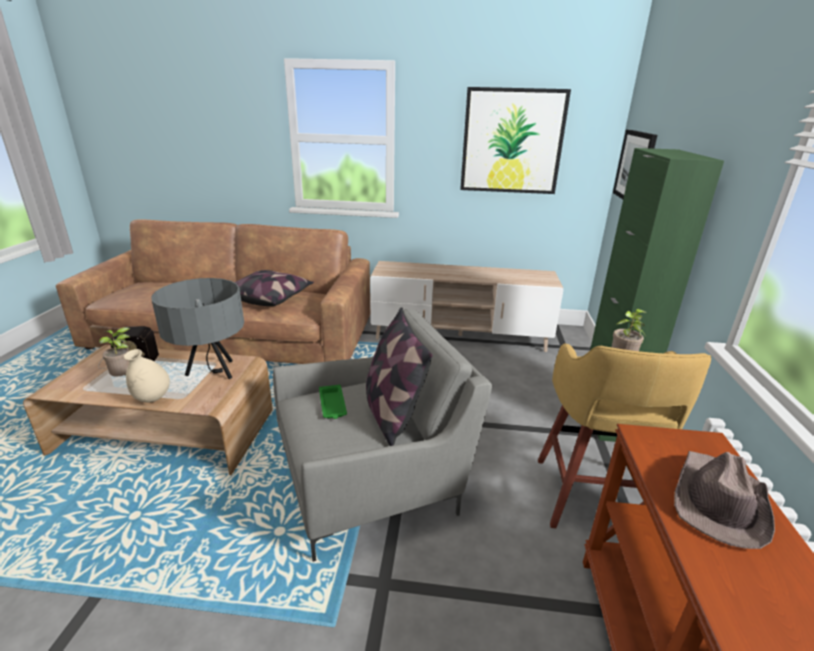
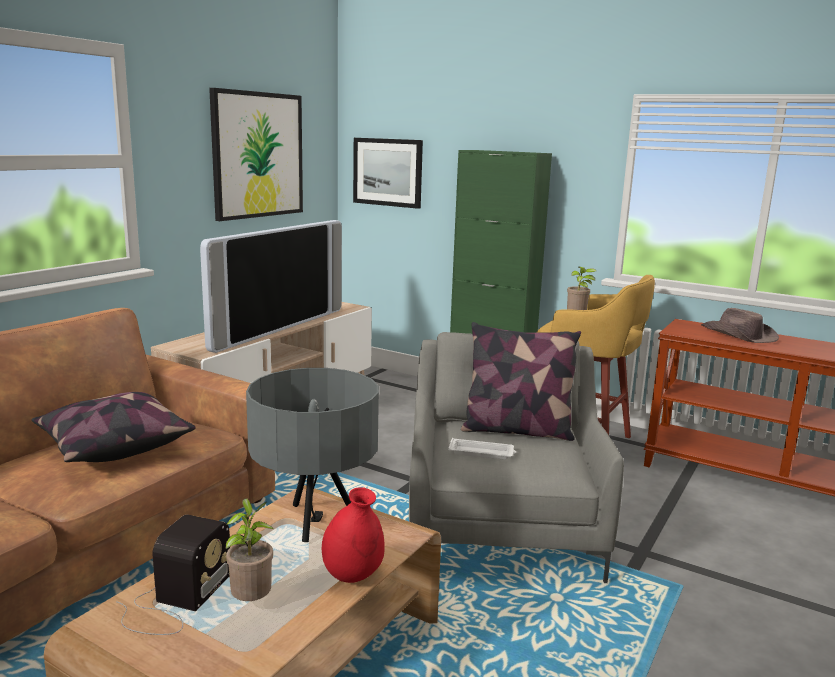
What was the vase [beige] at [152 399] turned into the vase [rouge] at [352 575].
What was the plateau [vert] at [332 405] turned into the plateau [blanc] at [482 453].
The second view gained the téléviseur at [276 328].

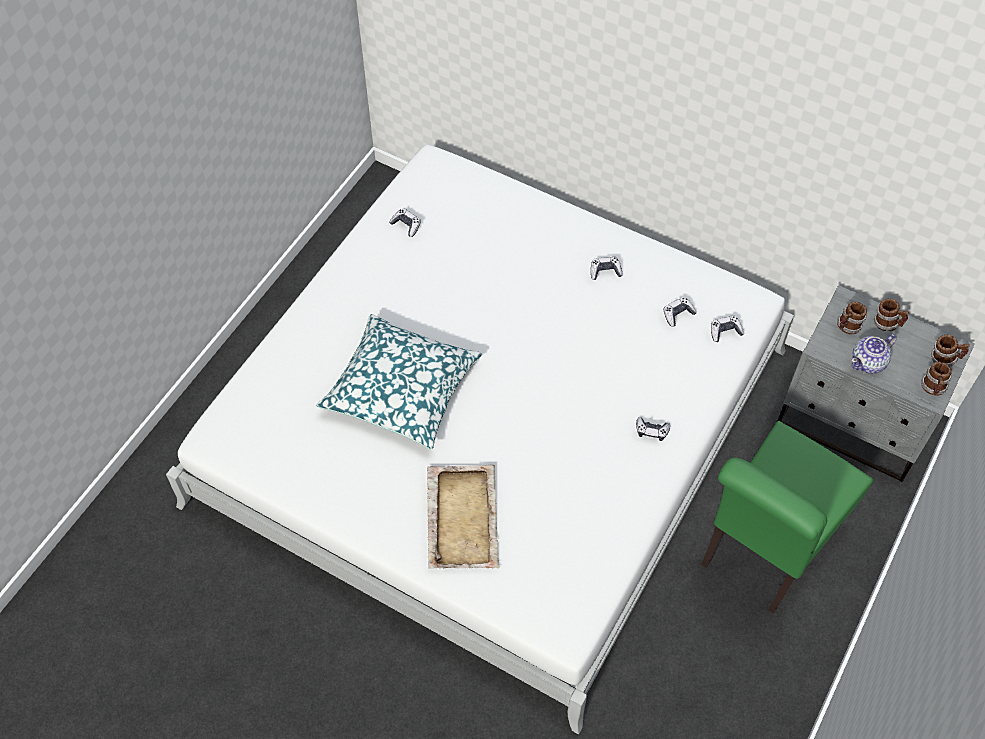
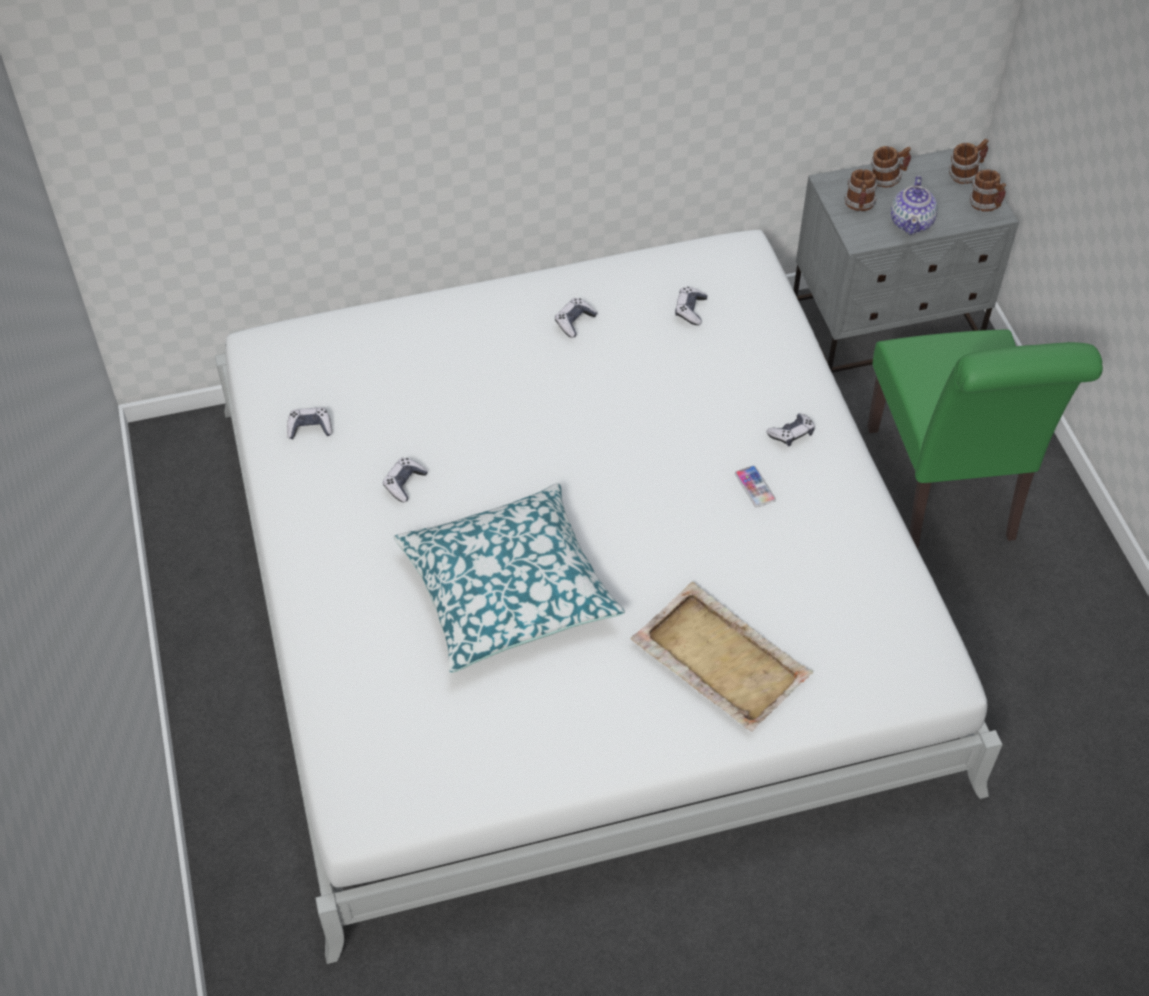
The manette ended up elsewhere, having gone from [725 331] to [404 483].
The second view gained the téléphone at [755 487].

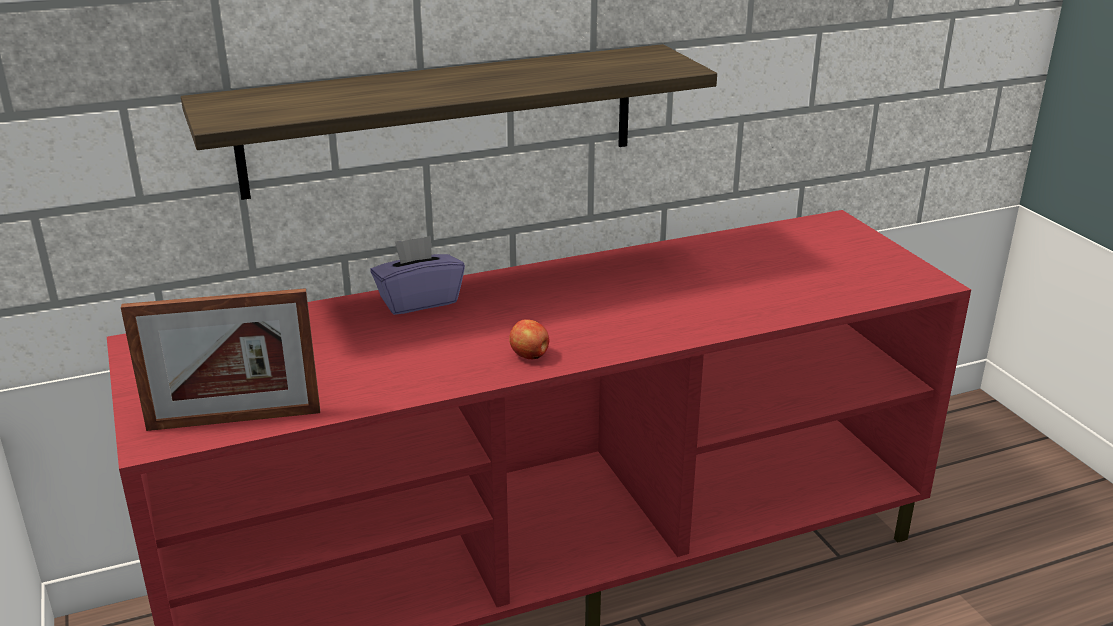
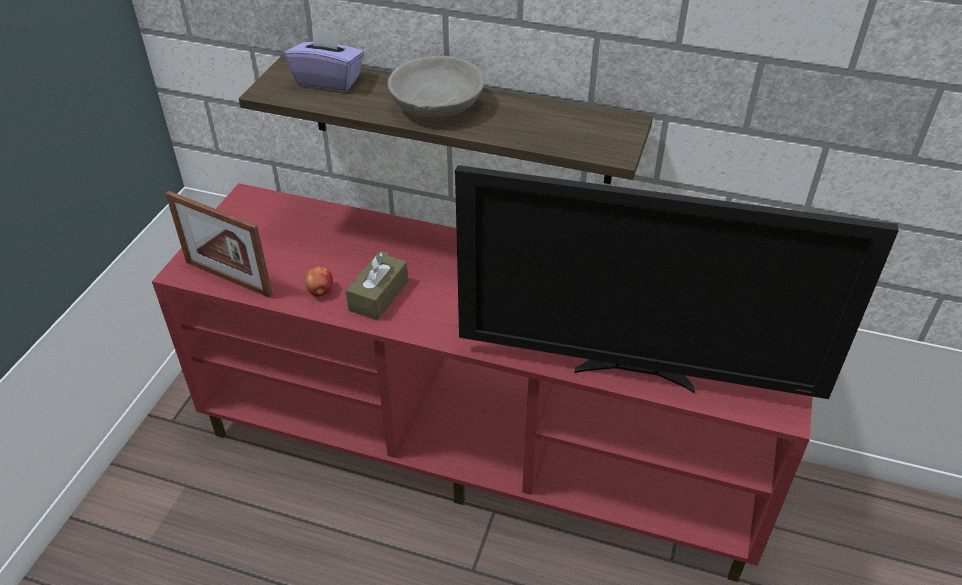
The boîte à mouchoirs [violet] ended up elsewhere, having gone from [418 301] to [328 80].
The pomme ended up elsewhere, having gone from [530 356] to [320 291].
The second view gained the bol [gris] at [437 104].
The second view gained the téléviseur at [636 372].
The second view gained the boîte à mouchoirs [marron] at [378 296].

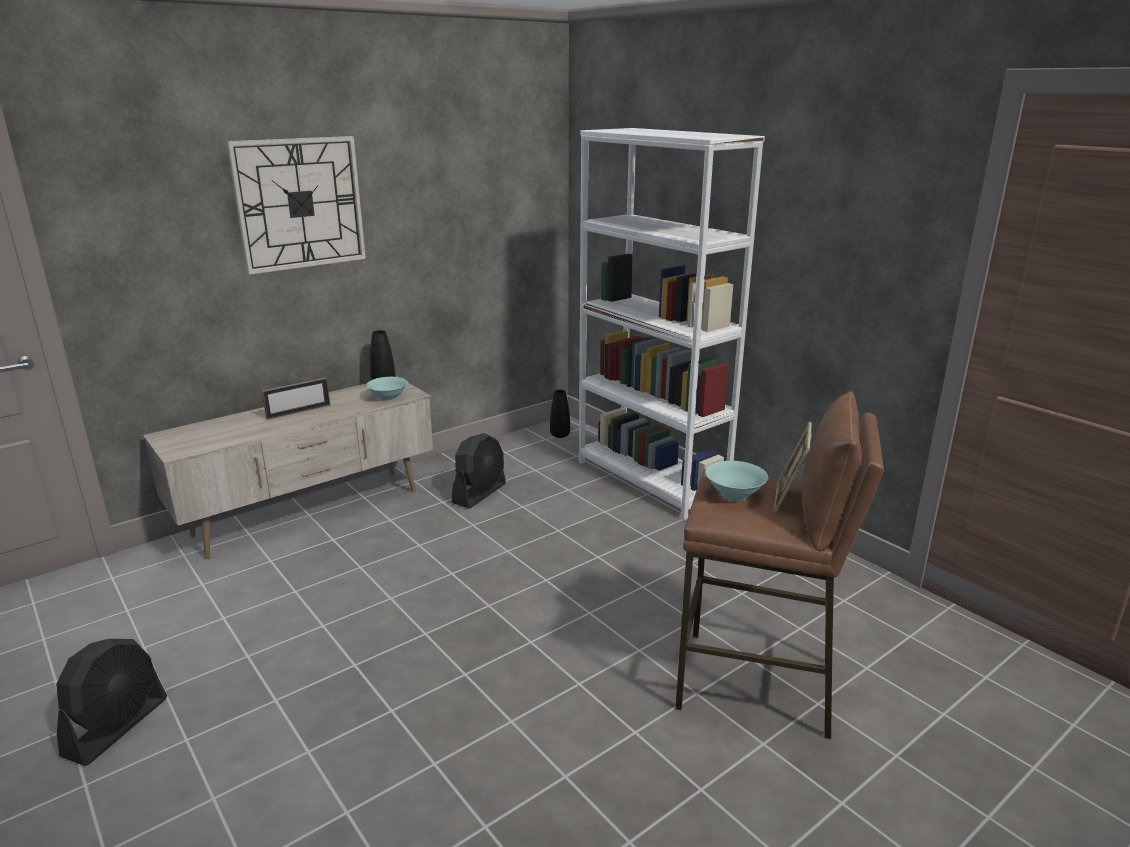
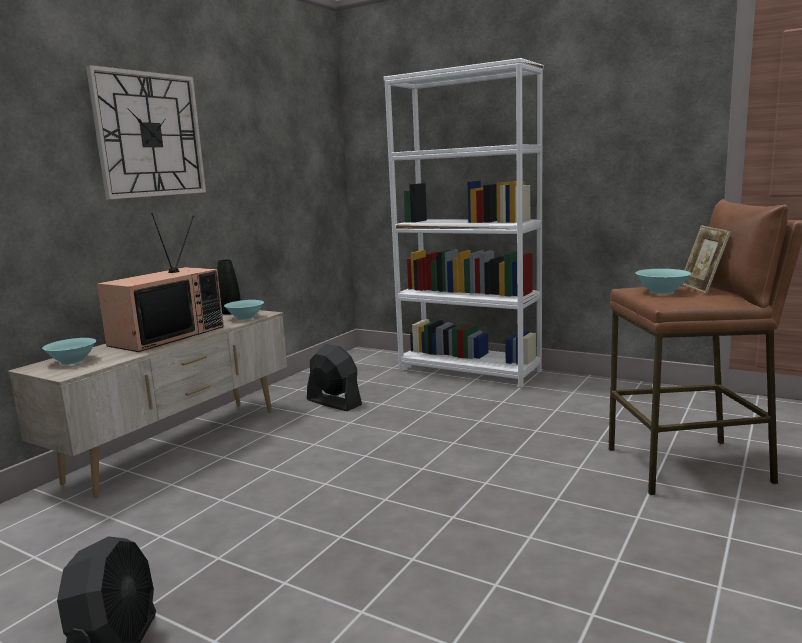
Where the cadre photo stood at [299 412], the téléviseur came to stand at [167 335].
The second view lost the vase [noir] at [560 435].
The ventilateur [noir] at [479 493] ended up facing another way, 60 degrees counterclockwise from before.
The second view gained the bol [turquoise] at [73 361].

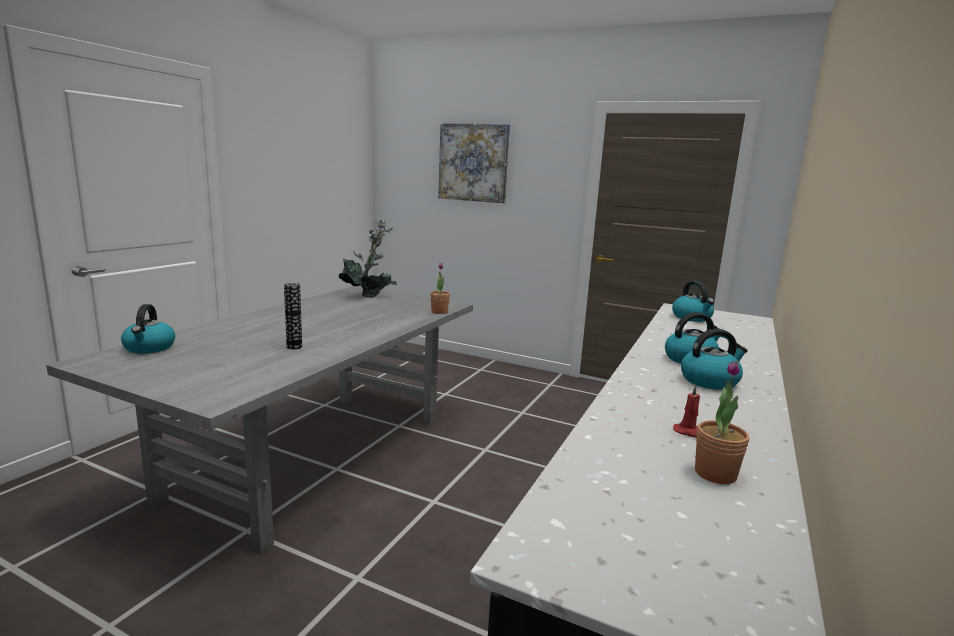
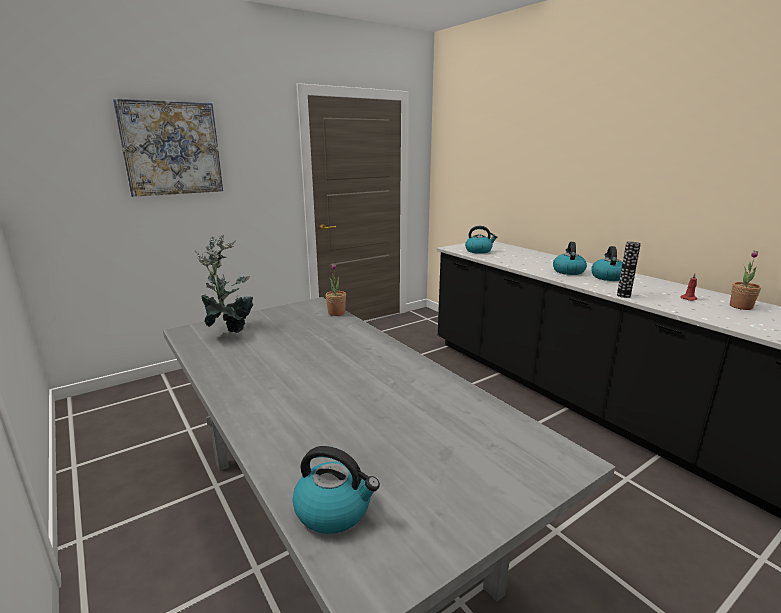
The vase ended up elsewhere, having gone from [294 347] to [623 295].

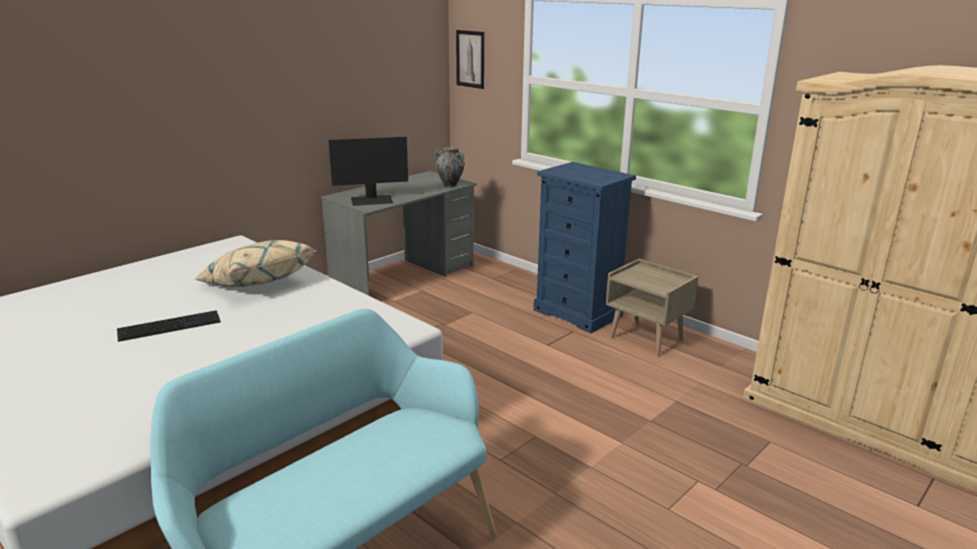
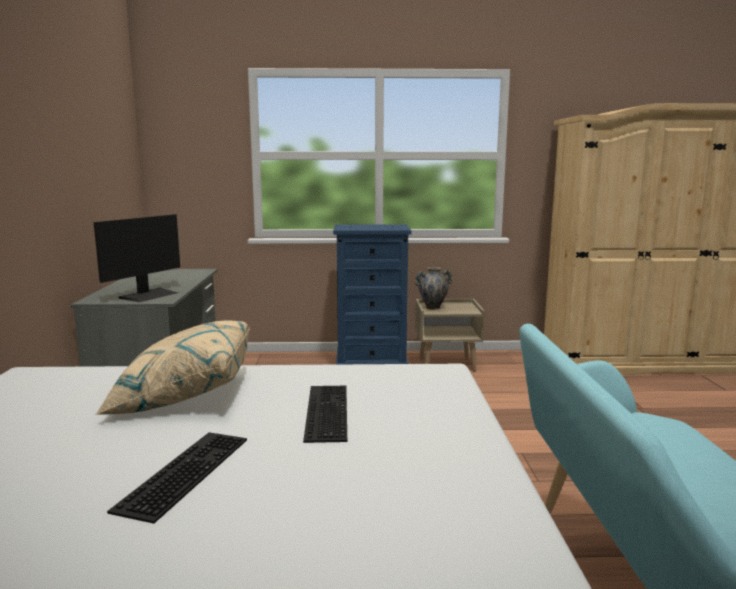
The second view lost the tableau at [470 59].
The vase ended up elsewhere, having gone from [450 185] to [432 307].
The second view gained the clavier at [324 411].

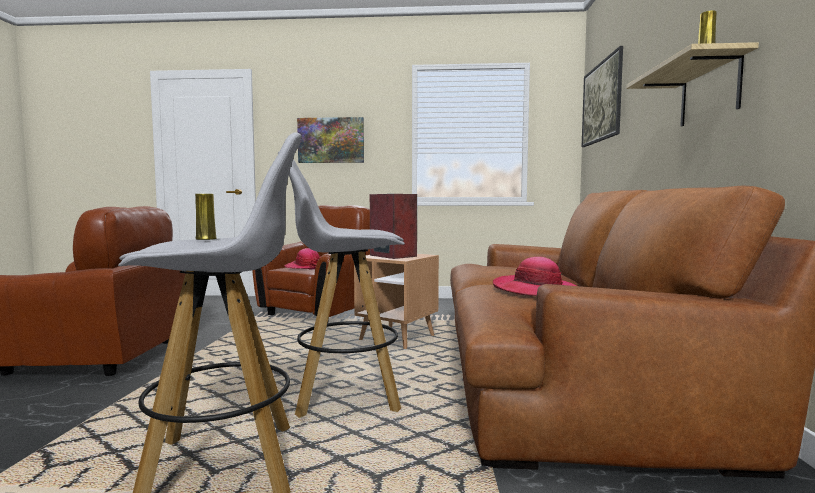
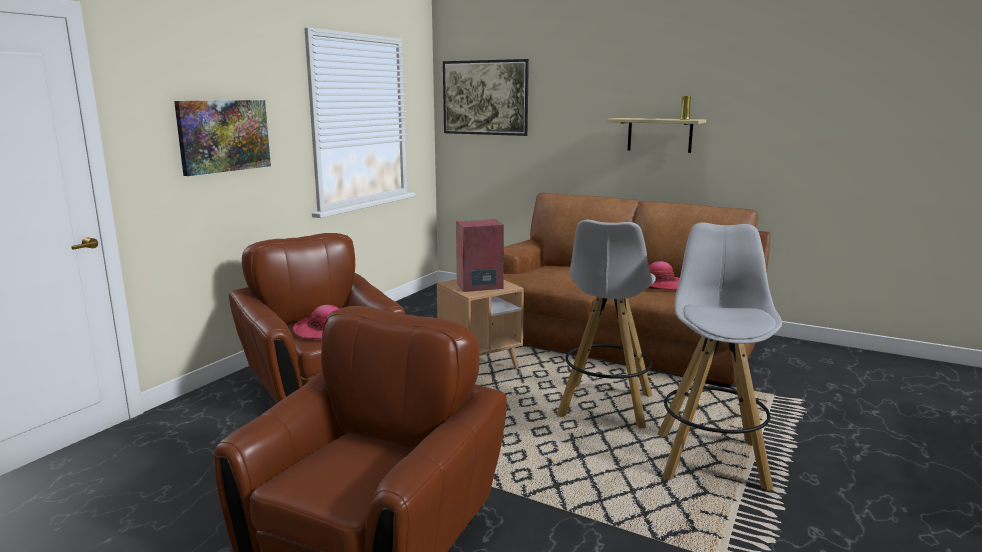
The second view lost the vase [jaune] at [206 239].

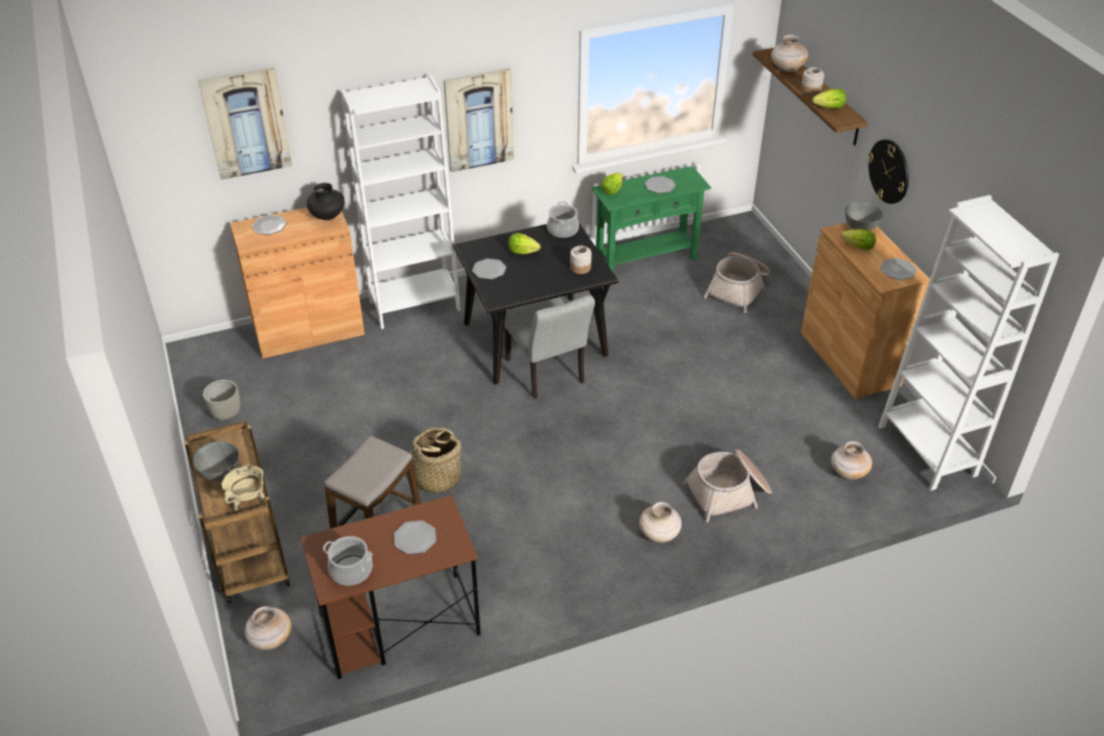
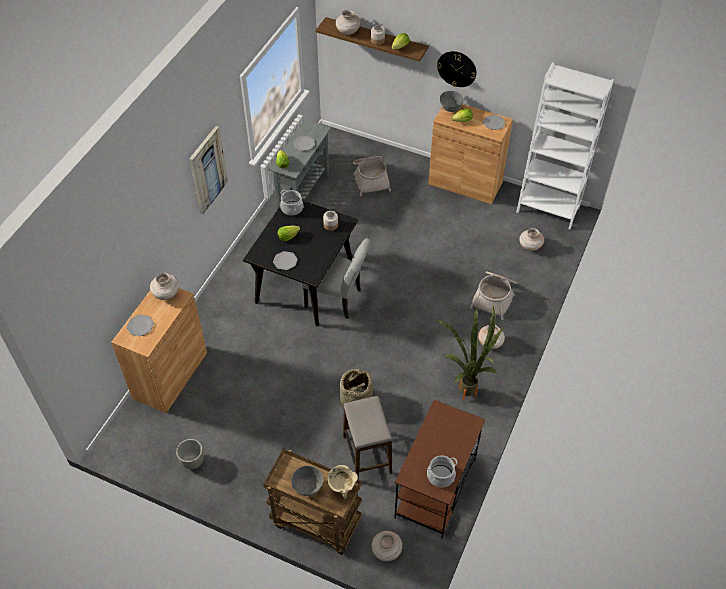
The second view lost the tableau at [246 123].
The second view lost the bibliothèque [blanc] at [414 305].
What was the table console [vert] at [646 259] turned into the table console [gris] at [303 192].
What was the vase [noir] at [327 216] turned into the vase [beige] at [166 294].
The second view lost the assiette at [415 538].
The second view gained the plante en pot at [467 388].

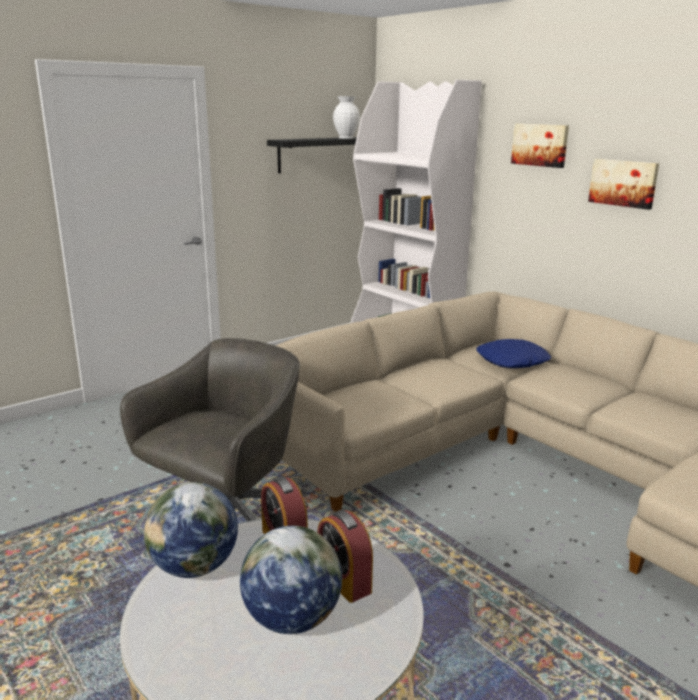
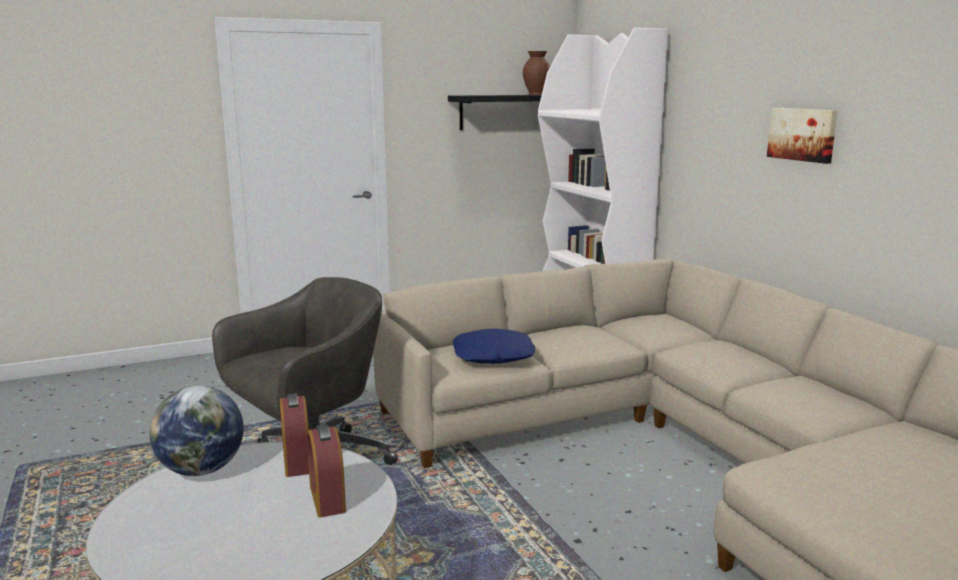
What was the vase [blanc] at [345 138] turned into the vase [marron] at [536 94].
The second view lost the tableau at [540 145].
The coussin [bleu] ended up elsewhere, having gone from [512 361] to [493 356].
The second view lost the globe at [292 619].

